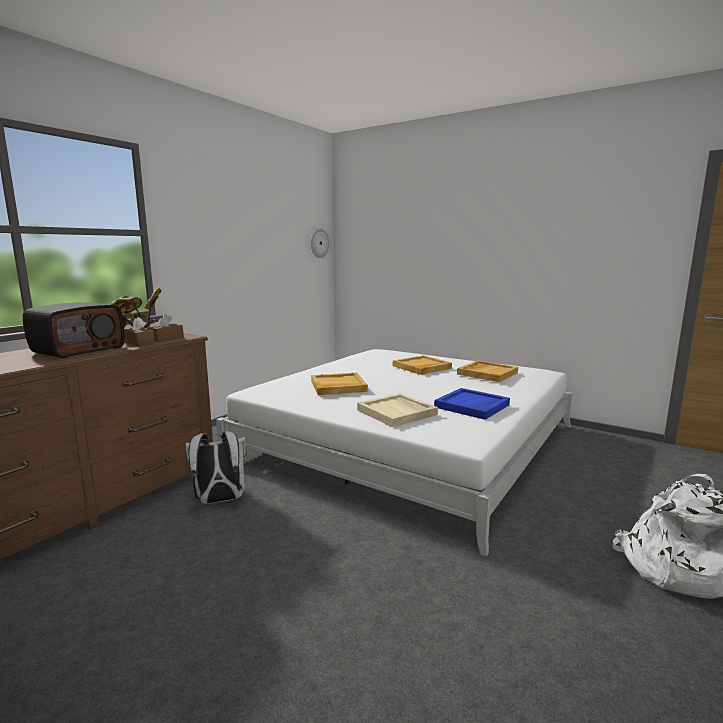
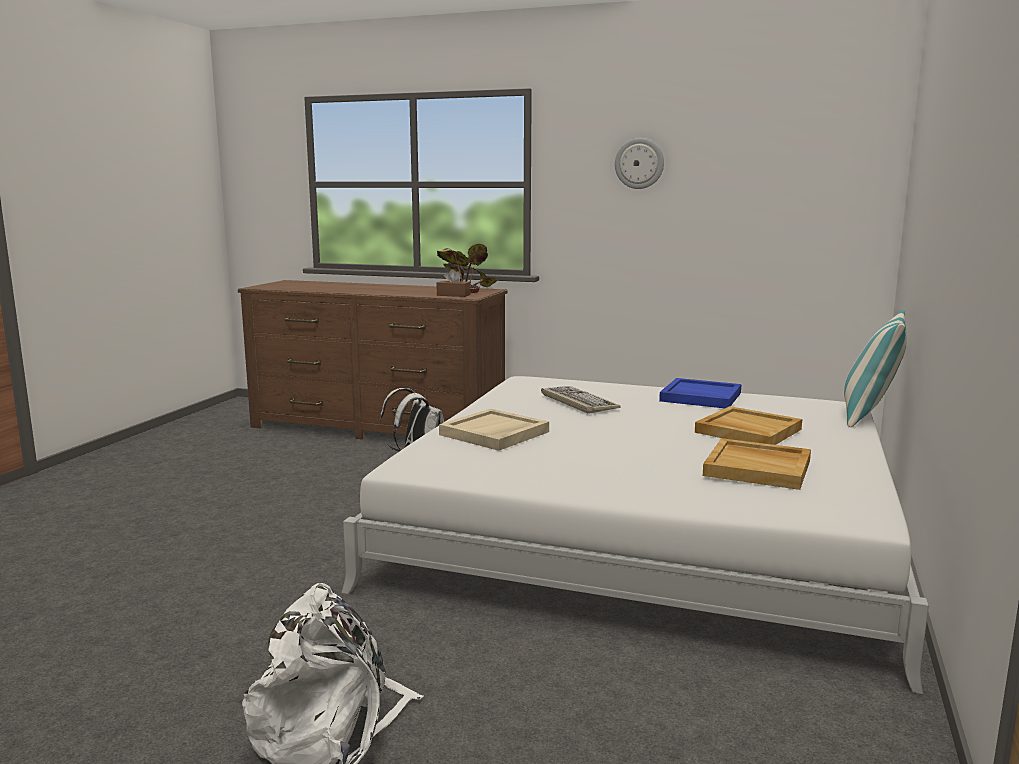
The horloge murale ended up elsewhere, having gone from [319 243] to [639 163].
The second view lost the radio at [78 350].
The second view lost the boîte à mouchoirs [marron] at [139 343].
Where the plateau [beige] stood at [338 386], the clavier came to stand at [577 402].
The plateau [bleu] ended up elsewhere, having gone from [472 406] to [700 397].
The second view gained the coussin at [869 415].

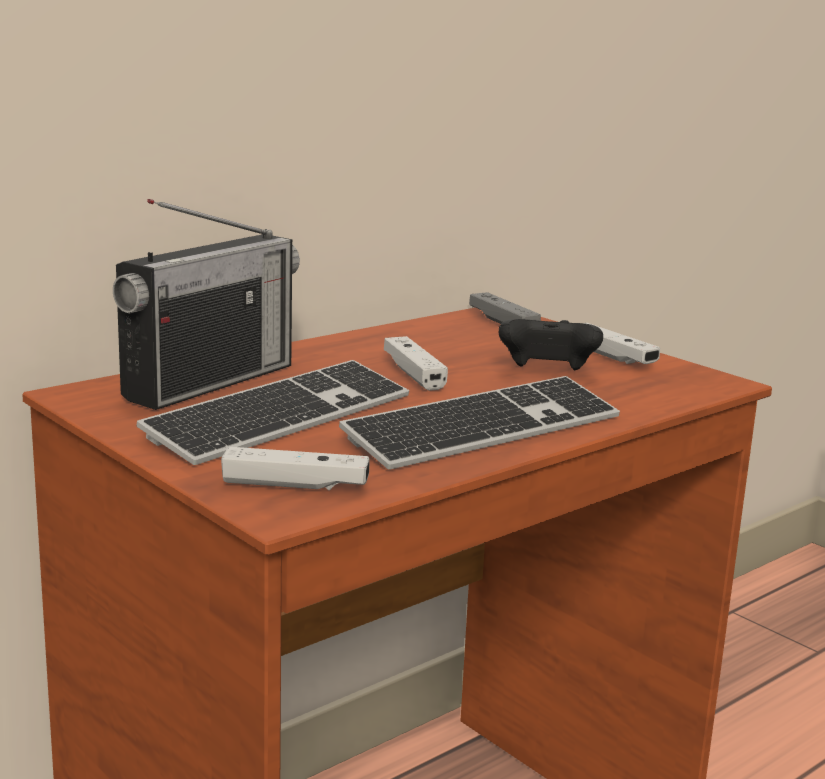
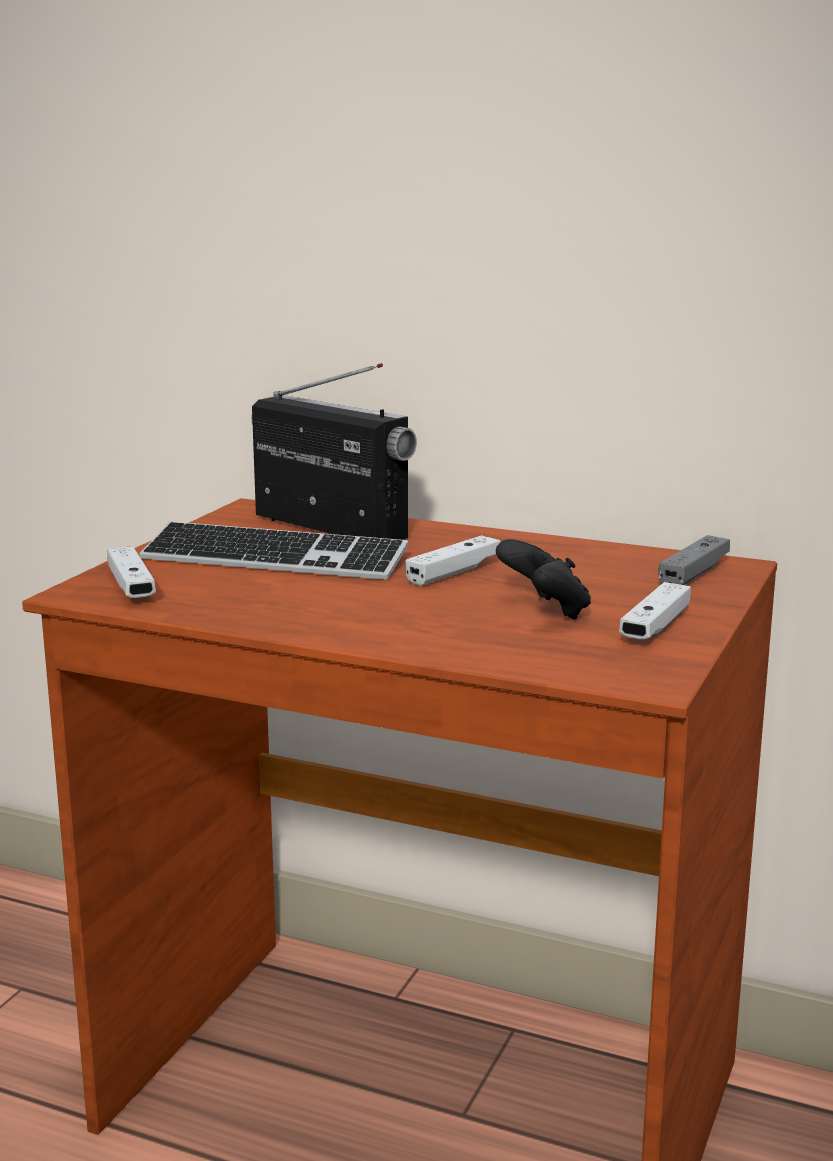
The radio at [209 382] ended up facing another way, 150 degrees counterclockwise from before.
The second view lost the clavier at [484 429].

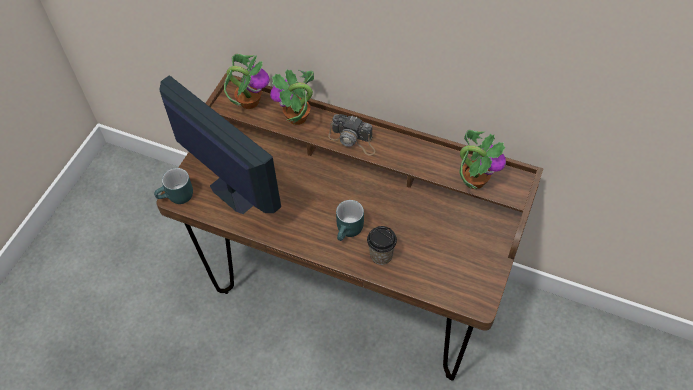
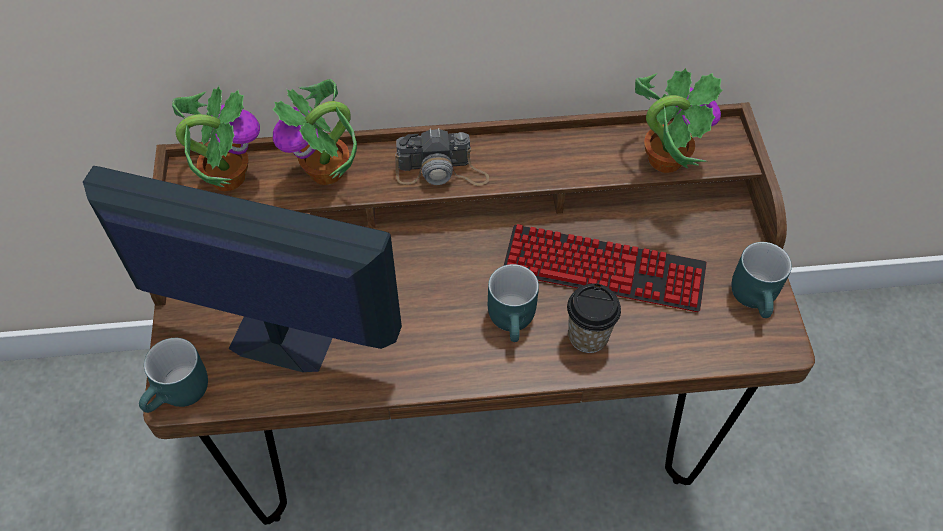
The second view gained the clavier at [603 270].
The second view gained the mug [turquoise] at [757 298].

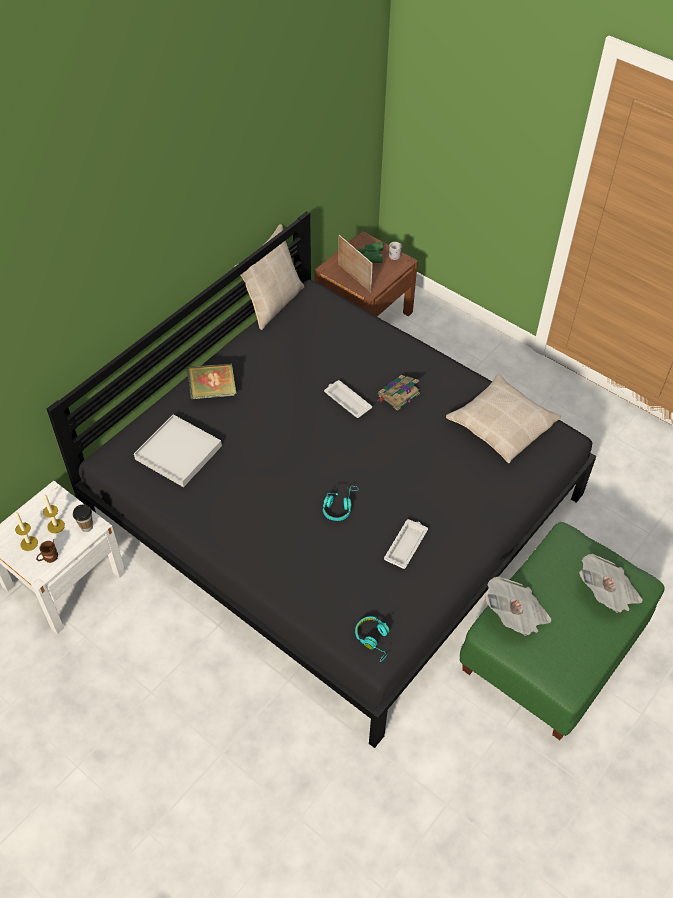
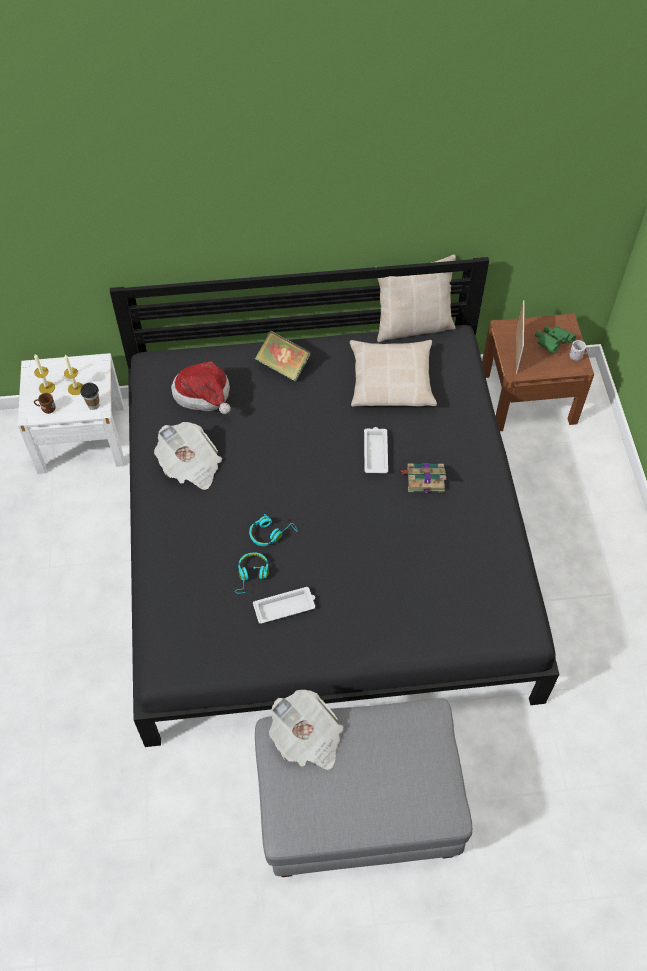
The coussin [beige] ended up elsewhere, having gone from [501 425] to [391 380].
Where the plateau [blanc] stood at [179 453], the chapeau came to stand at [205 396].
What was the pouf [vert] at [550 651] turned into the pouf [gris] at [358 804].
The journal ended up elsewhere, having gone from [607 593] to [190 466].
The casque audio [turquoise] ended up elsewhere, having gone from [374 639] to [251 575].

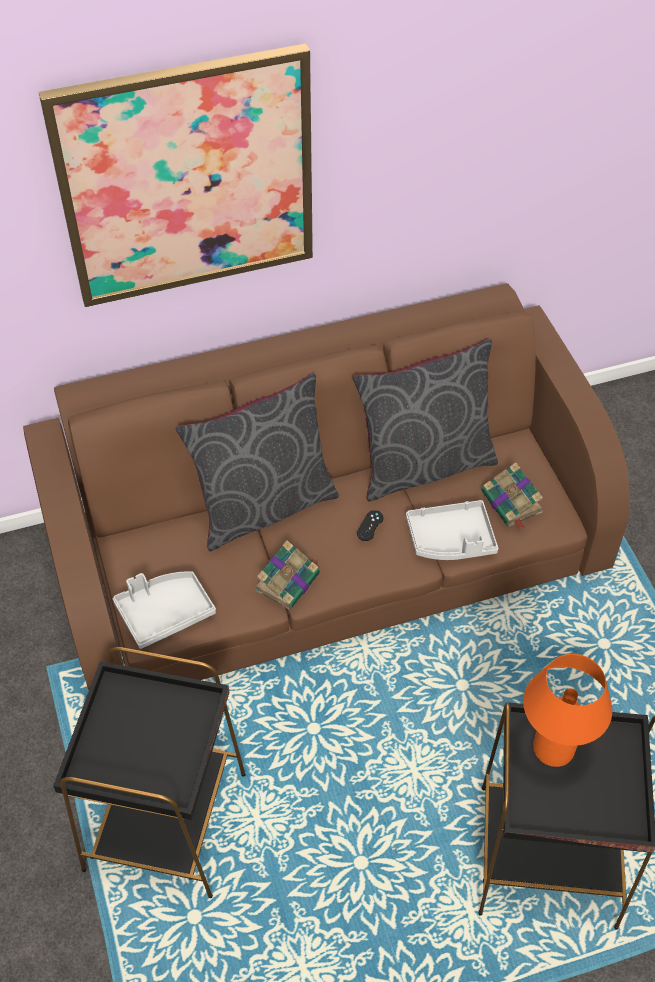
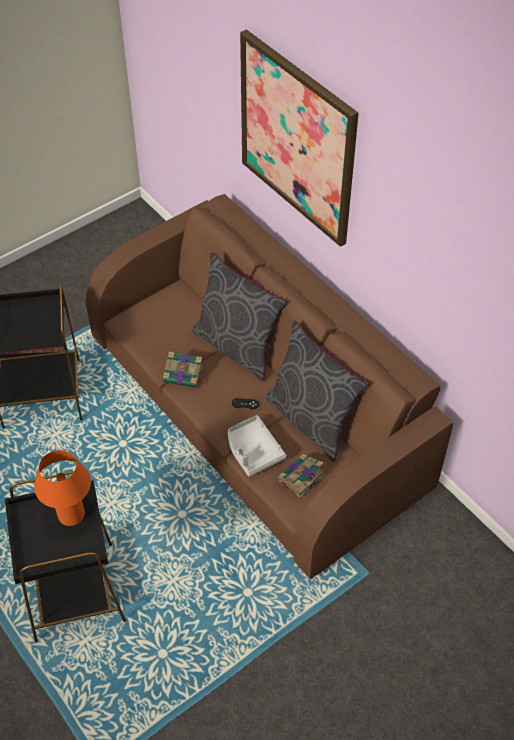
The second view lost the plateau [gris] at [164 612].

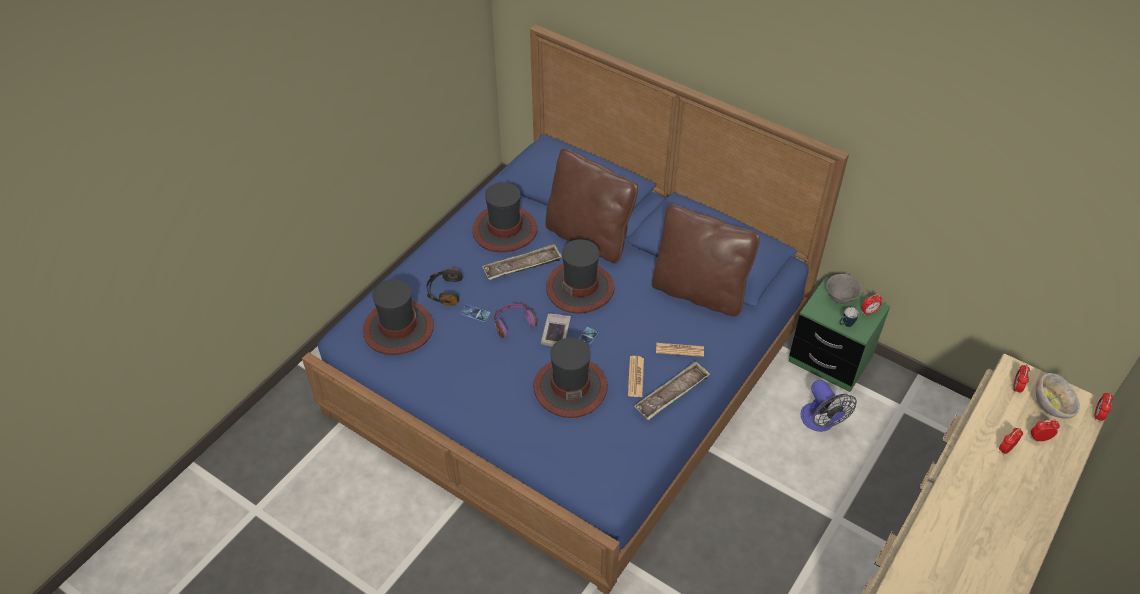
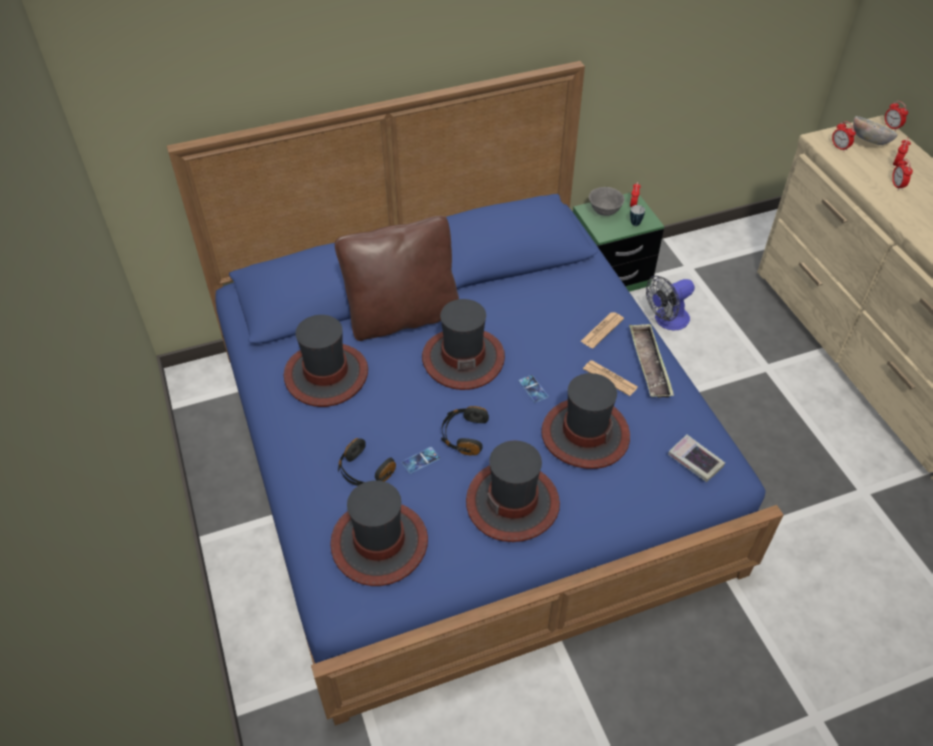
The second view lost the coussin [marron] at [699 292].
The second view lost the plateau at [522 266].
What was the casque audio [violet] at [513 324] turned into the casque audio [noir] at [463 435].
The livre ended up elsewhere, having gone from [555 332] to [695 461].
The ventilateur at [821 422] ended up facing another way, 135 degrees clockwise from before.
The second view gained the chapeau at [513 502].

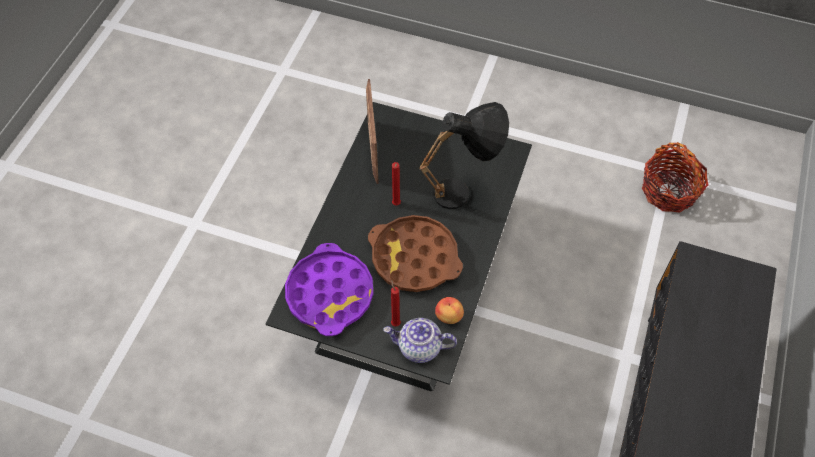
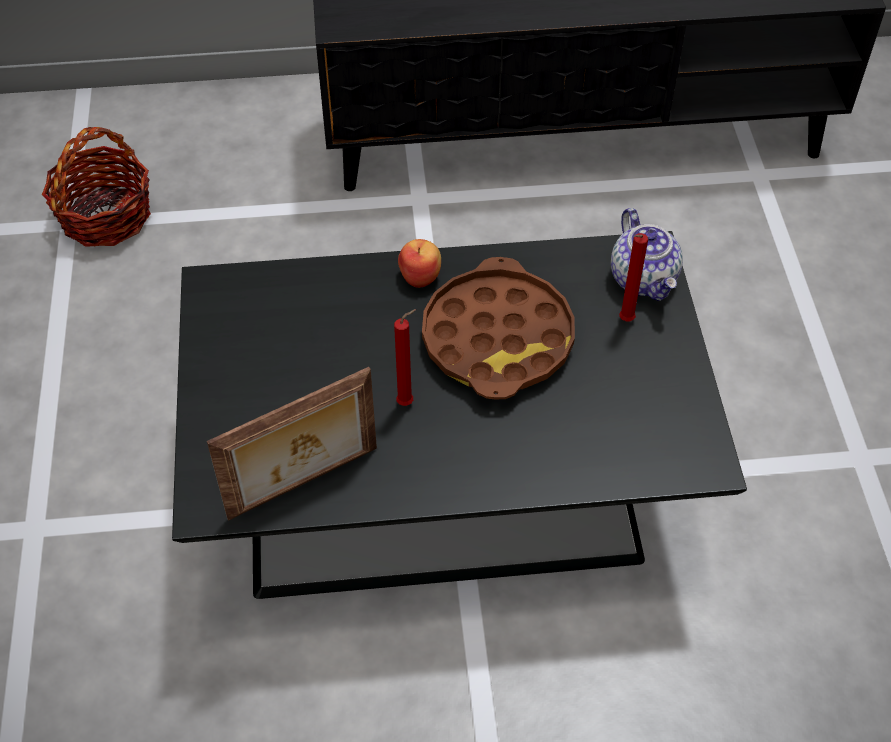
The second view lost the lampe de table [noir] at [464 193].
The second view lost the plateau [violet] at [330 294].
The pomme ended up elsewhere, having gone from [449 317] to [420 276].

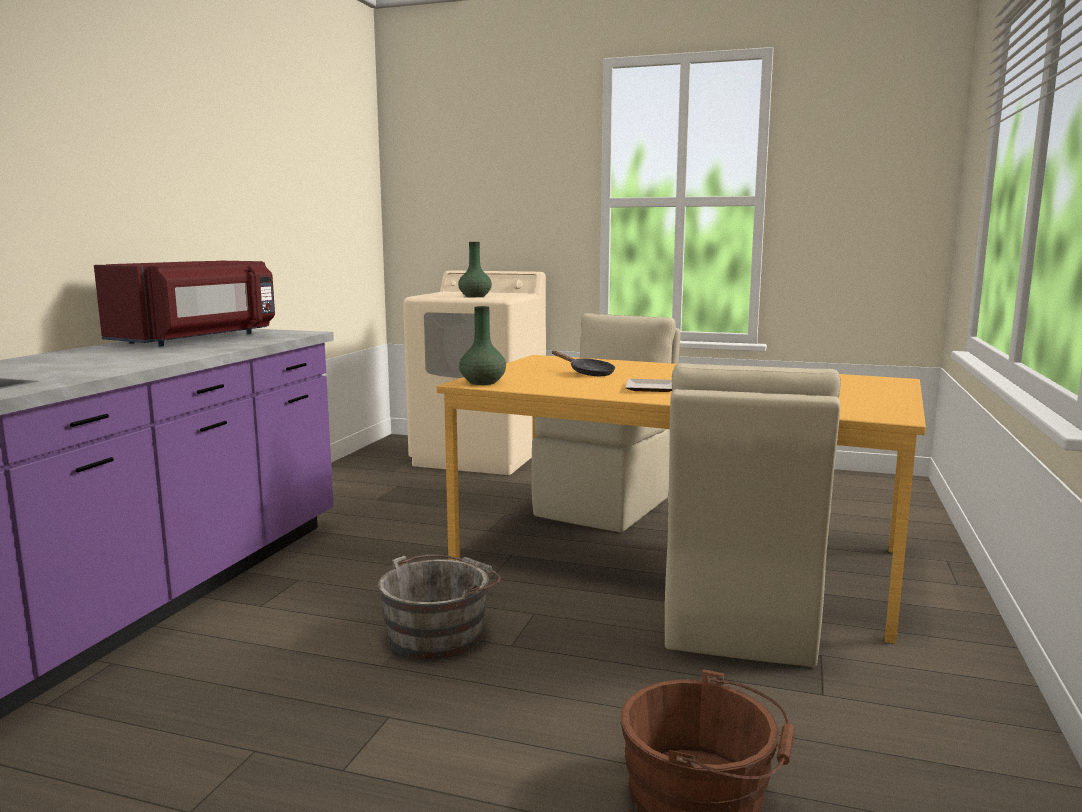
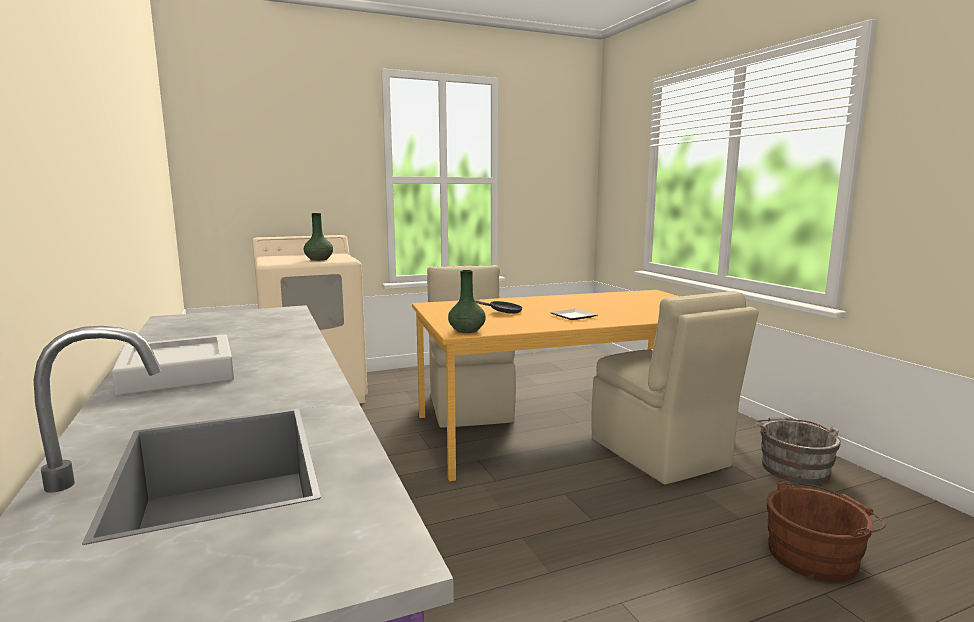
The second view lost the micro-ondes [rouge] at [198 339].
The seau [gris] ended up elsewhere, having gone from [440 633] to [793 467].
The second view gained the plateau [gris] at [178 373].

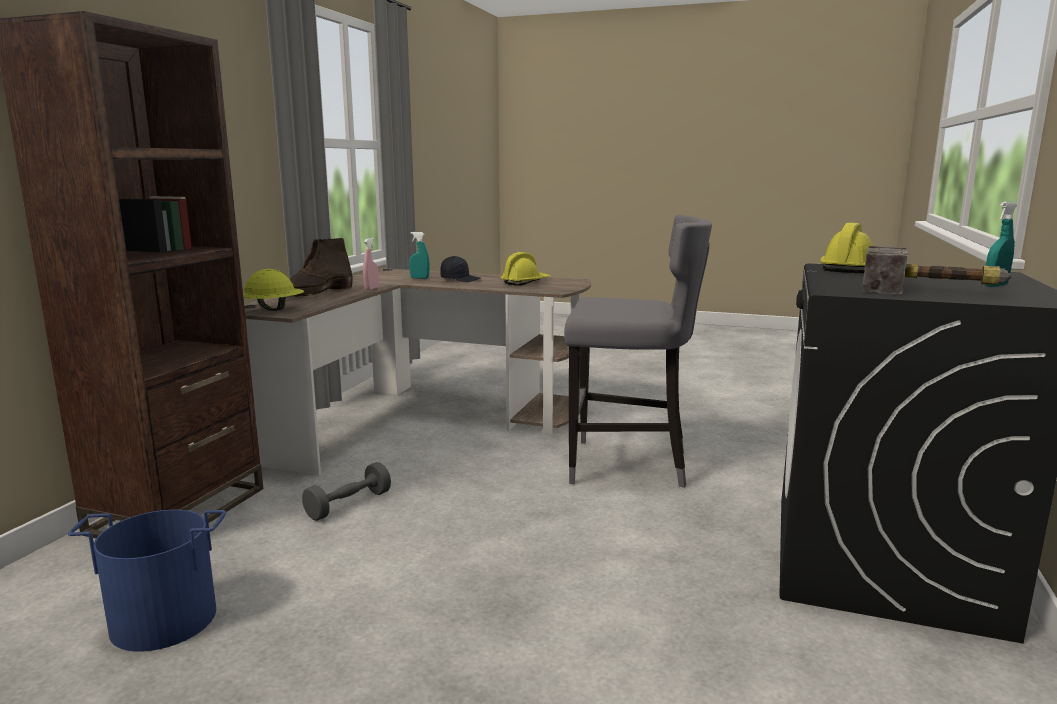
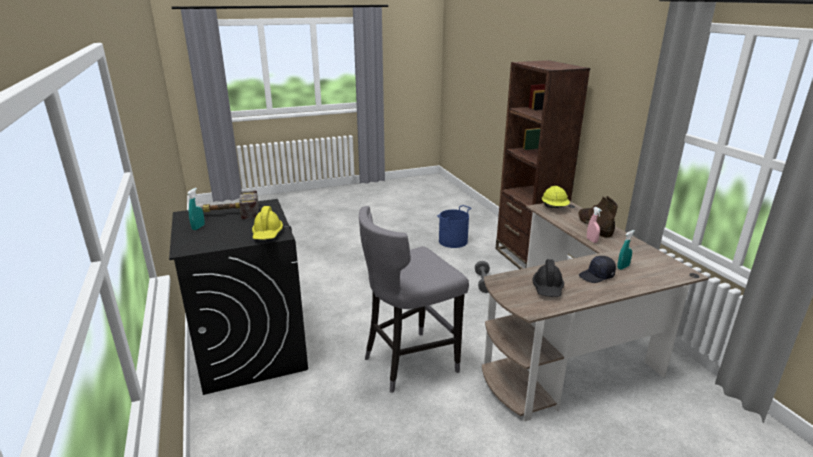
What was the casque de chantier [jaune] at [525 282] turned into the casque de chantier [noir] at [547 288].

